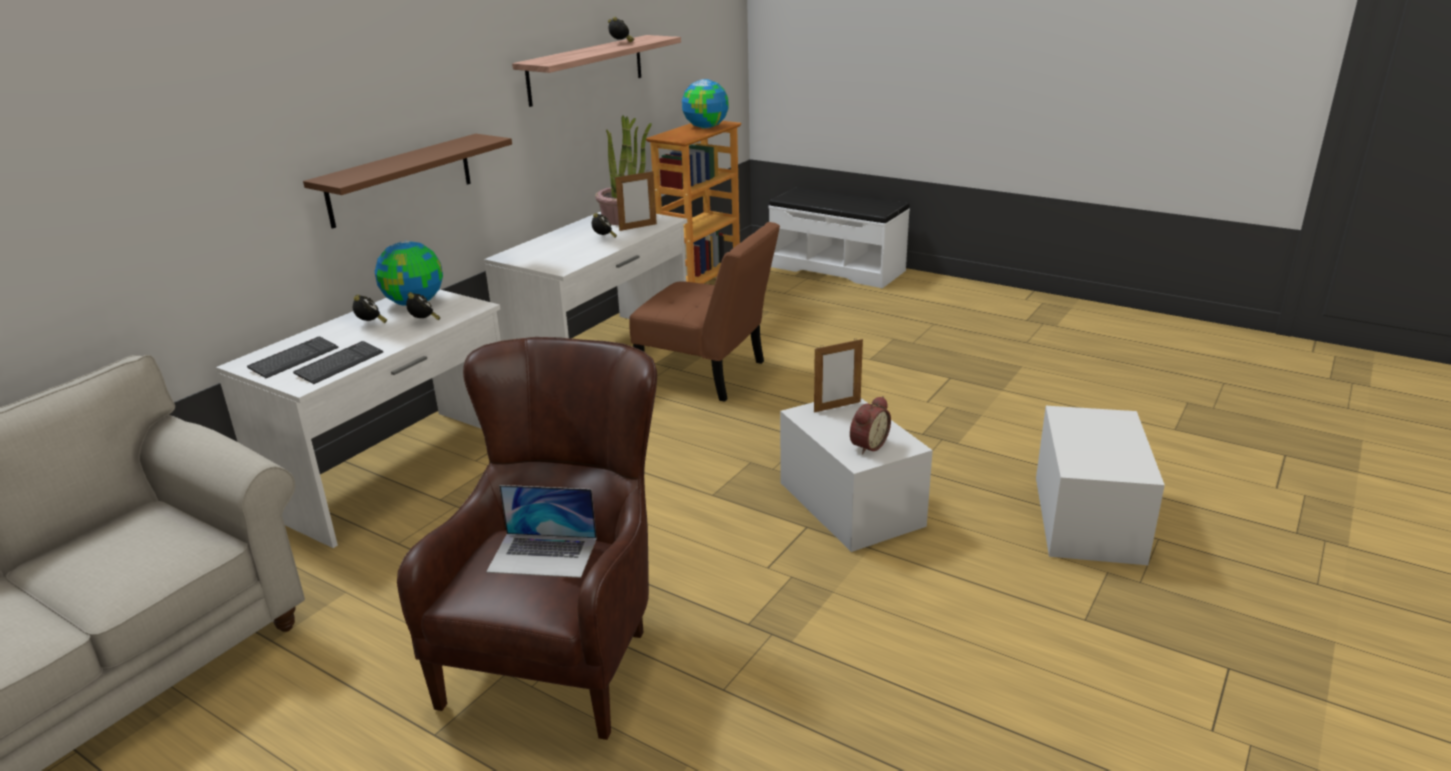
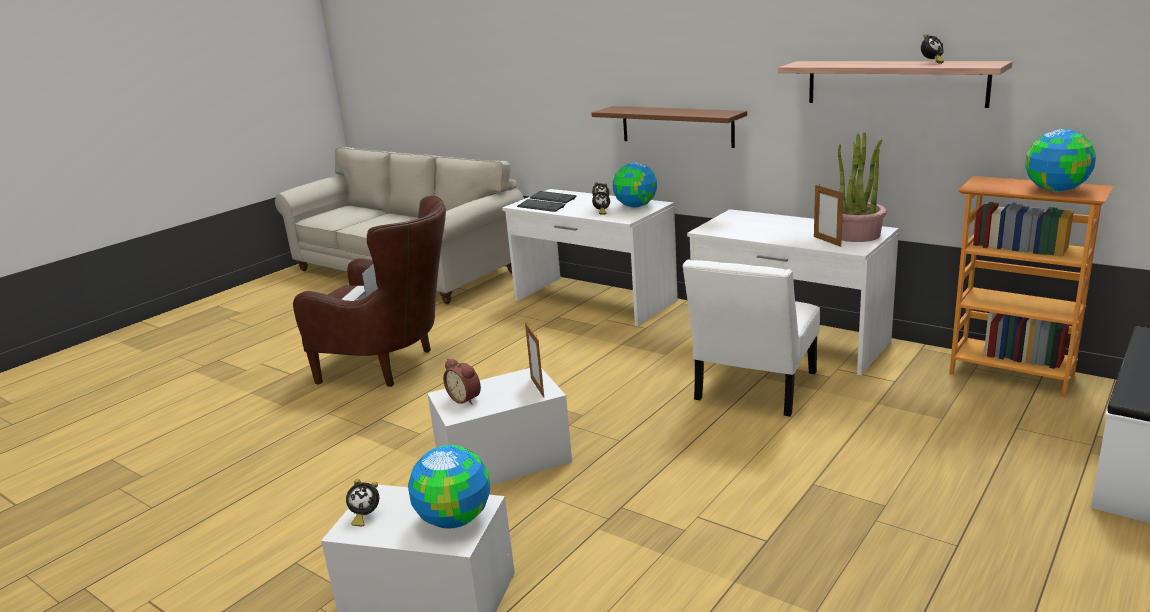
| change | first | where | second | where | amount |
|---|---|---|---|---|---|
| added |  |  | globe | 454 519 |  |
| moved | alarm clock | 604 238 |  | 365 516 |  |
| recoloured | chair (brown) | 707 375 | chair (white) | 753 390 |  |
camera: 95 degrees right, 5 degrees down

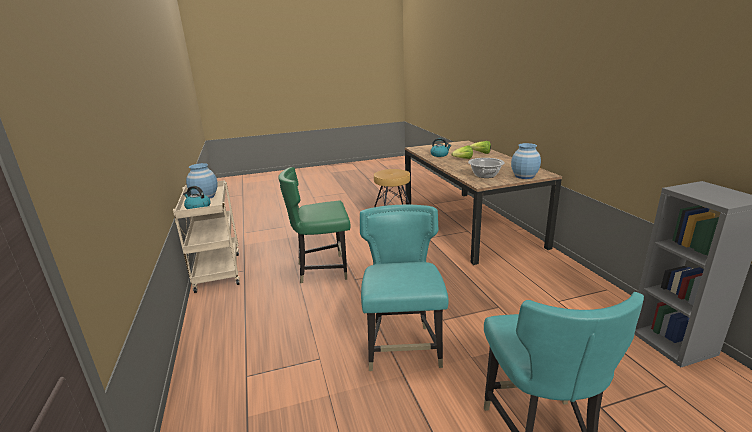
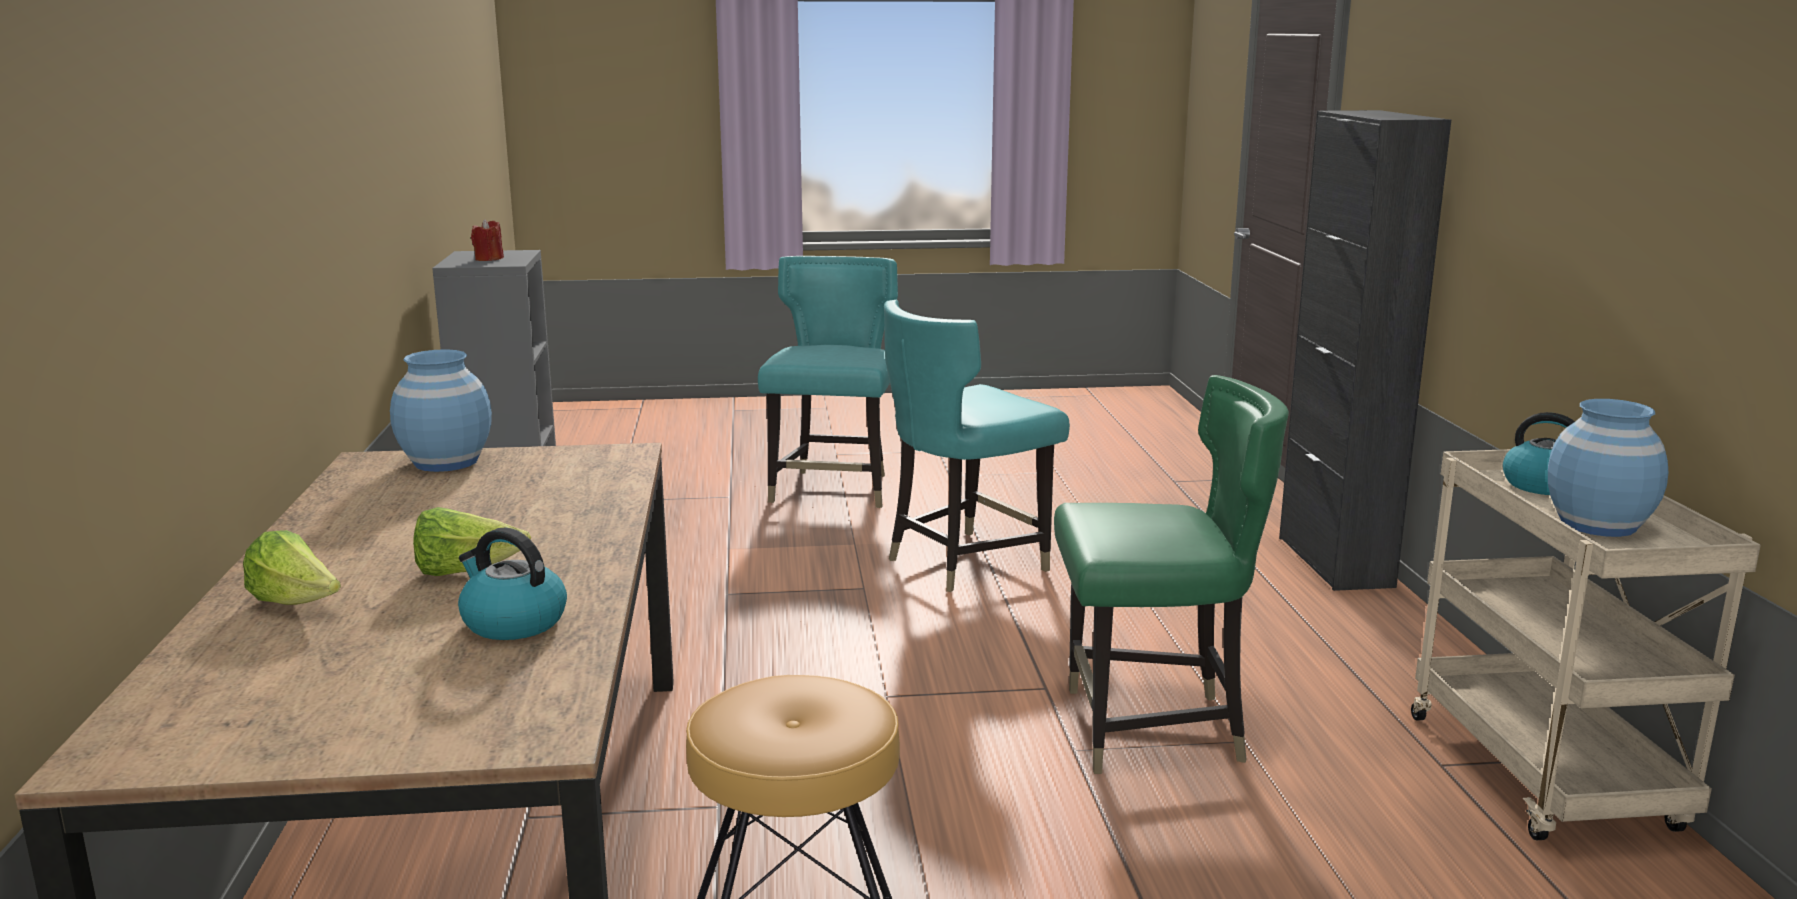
| change | first | where | second | where | amount |
|---|---|---|---|---|---|
| removed | cooking pot | 485 175 |  |  |  |
| added |  |  | candle (red) | 489 259 |  |
| added |  |  | cabinet (black) | 1335 562 |  |
| turned | chair (turquoise) | 403 348 |  | 965 562 | 45 degrees clockwise |
camera: 170 degrees left, 5 degrees down

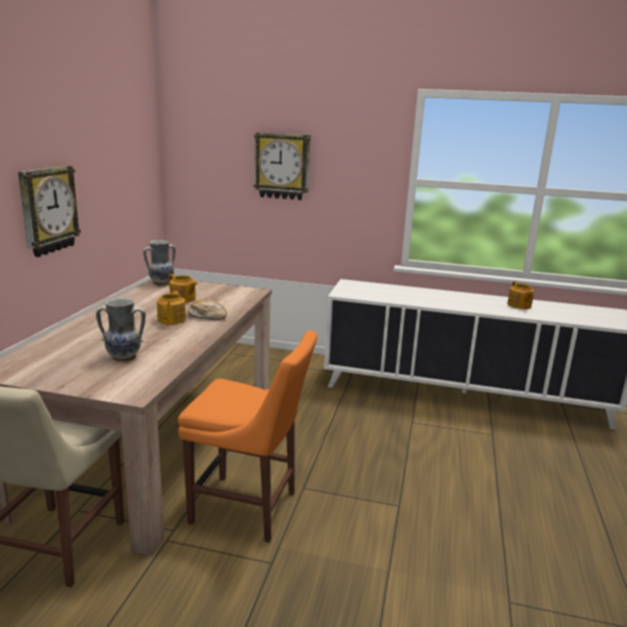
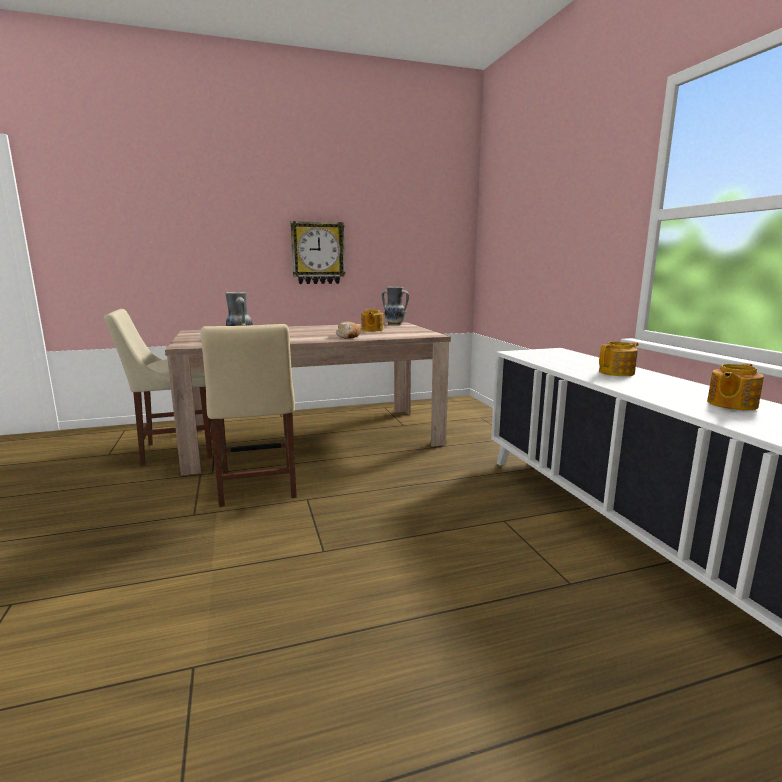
| change | first | where | second | where | amount |
|---|---|---|---|---|---|
| removed | wall clock | 282 166 |  |  |  |
| moved | teapot | 172 319 |  | 617 372 |  |
| recoloured | chair (orange) | 248 509 | chair (beige) | 257 487 |  |
camera: 60 degrees right, 5 degrees down

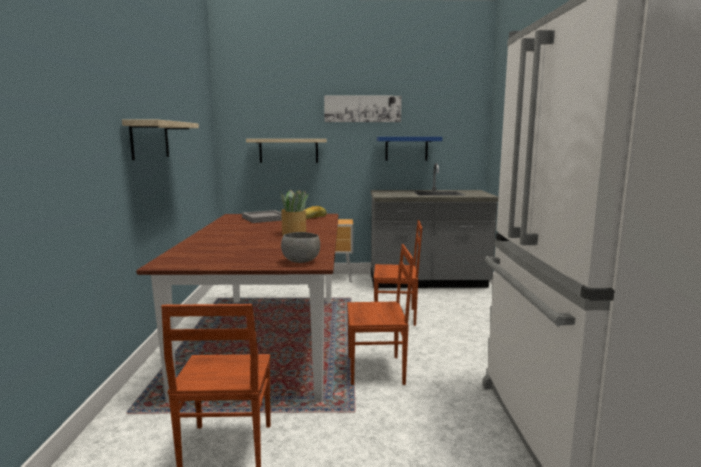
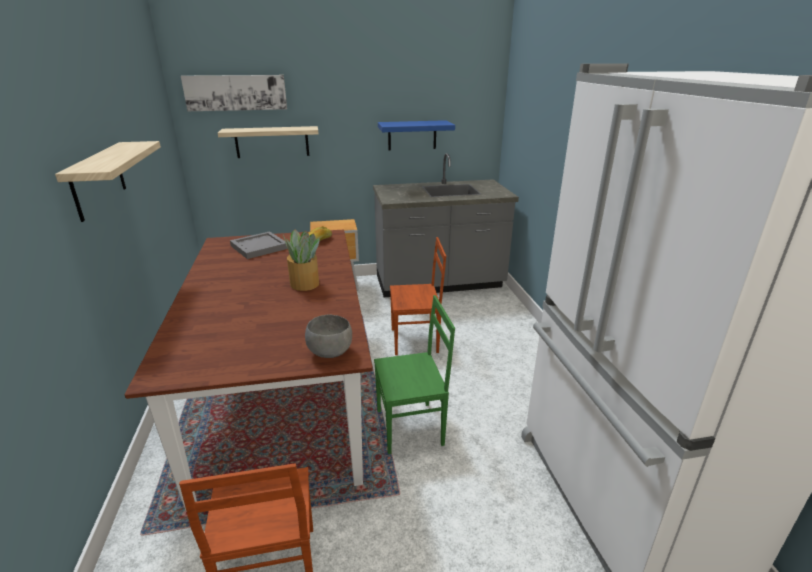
| change | first | where | second | where | amount |
|---|---|---|---|---|---|
| moved | picture | 362 109 |  | 236 92 |  |
| recoloured | chair (brown) | 377 371 | chair (green) | 411 428 |  |
camera: 10 degrees left, 15 degrees up

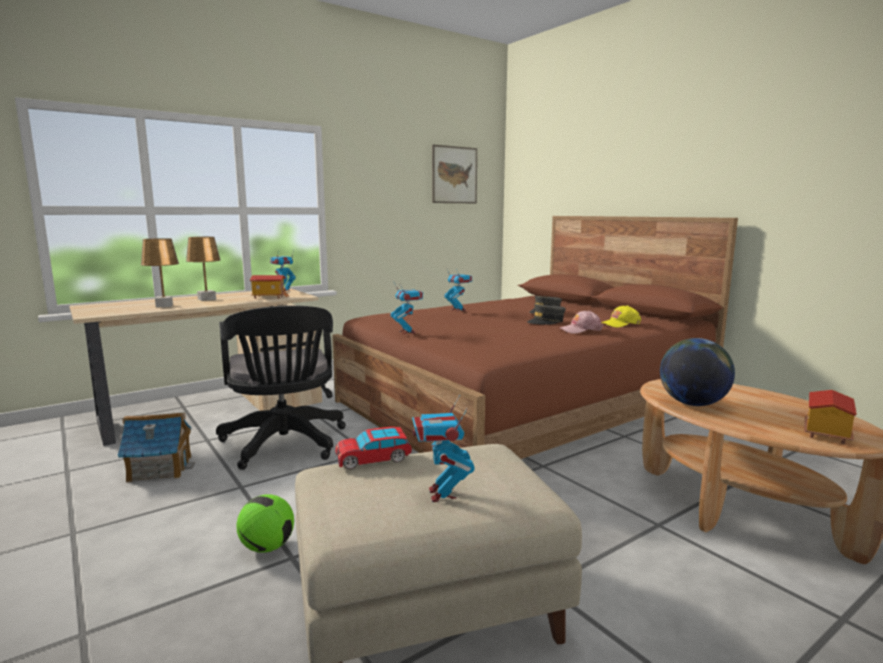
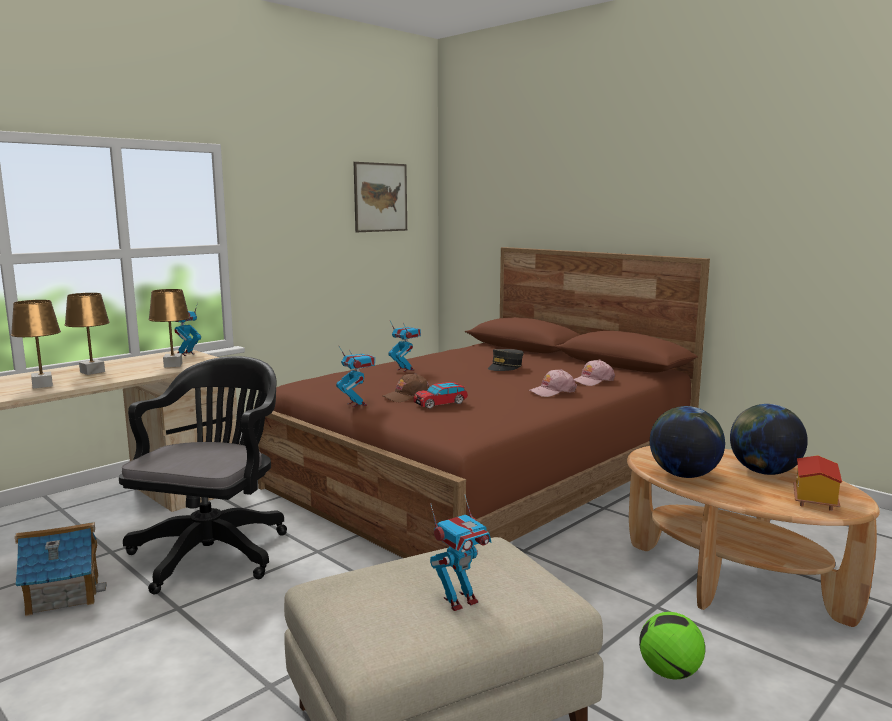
| change | first | where | second | where | amount |
|---|---|---|---|---|---|
| removed | cap (grey) | 546 321 |  |  |  |
| added |  |  | cap (brown) | 407 396 |  |
| added |  |  | globe | 764 472 |  |
| moved | football | 267 547 |  | 669 672 |  |
| moved | toy car | 373 459 |  | 440 404 |  |
| replaced | toy house | 269 297 | table lamp (brown) | 173 365 |  |
| recoloured | cap (yellow) | 620 324 | cap (pink) | 592 381 |  |
| turned | office chair (black) | 285 445 |  | 214 550 | 135 degrees counterclockwise |
| turned | toy robot | 442 494 |  | 459 601 | 105 degrees counterclockwise |
camera: 10 degrees left, 0 degrees up

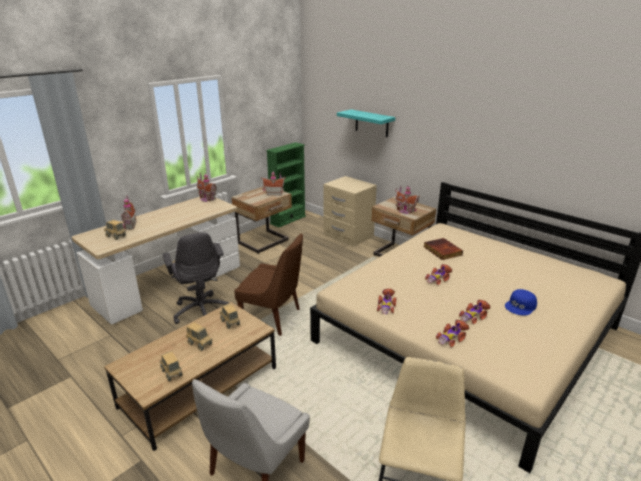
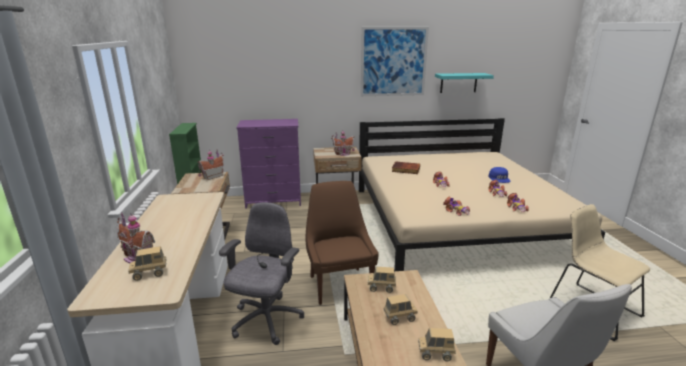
| change | first | where | second | where | amount |
|---|---|---|---|---|---|
| removed | toy house | 206 199 |  |  |  |
| added |  |  | picture | 393 62 |  |
| moved | shelf (turquoise) | 371 123 |  | 458 82 |  |
| replaced | nightstand (beige) | 348 236 | dresser (purple) | 273 201 |  |
| turned | office chair (grey) | 201 310 |  | 266 321 | 90 degrees counterclockwise |
| turned | chair (brown) | 273 318 |  | 339 284 | 75 degrees counterclockwise |
camera: 50 degrees left, 5 degrees down

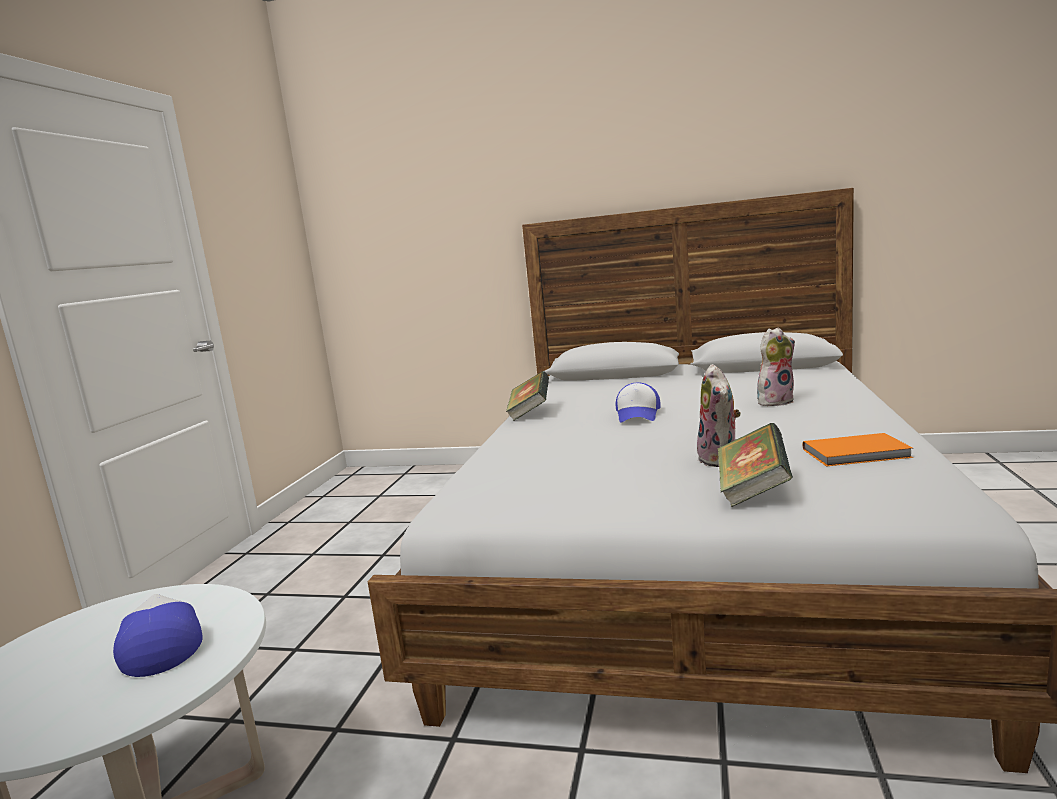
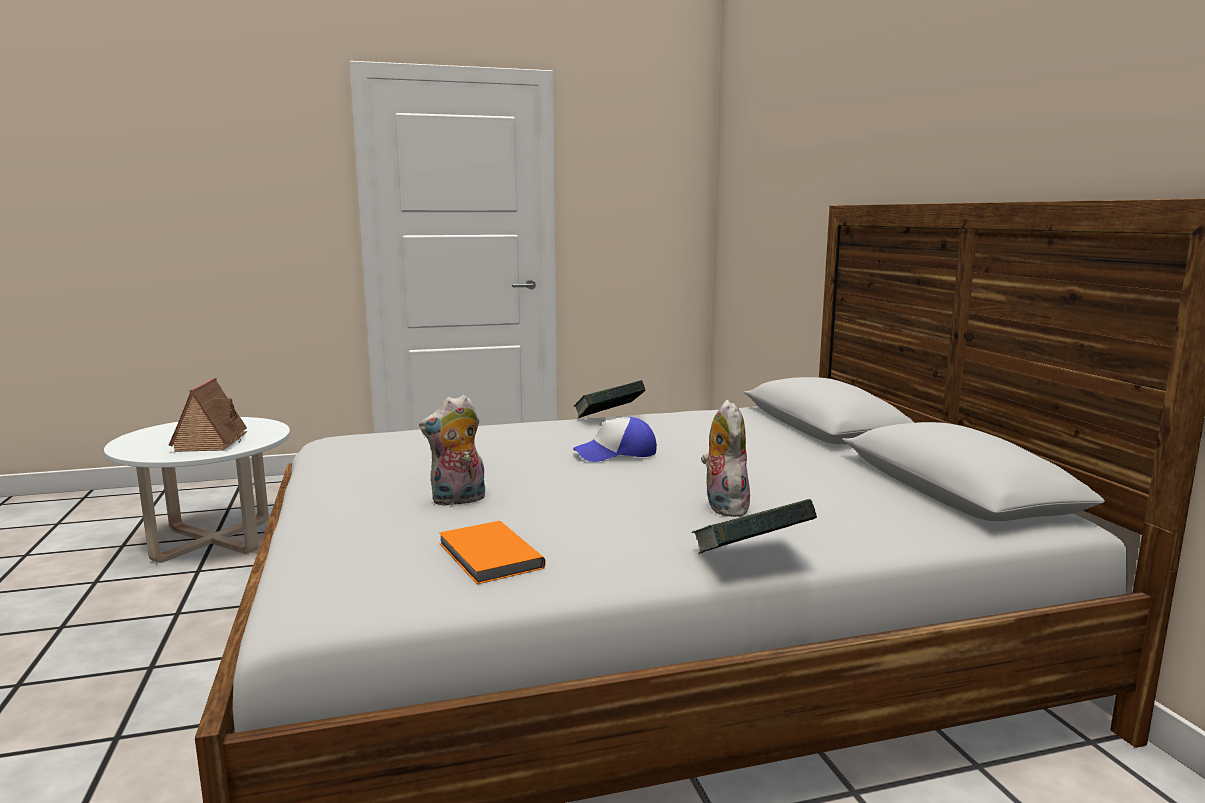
| change | first | where | second | where | amount |
|---|---|---|---|---|---|
| moved | book | 752 491 |  | 750 559 |  |
| replaced | cap | 163 644 | toy house | 211 442 |  |
| turned | plush toy | 775 401 |  | 723 507 | 135 degrees counterclockwise |
camera: 60 degrees right, 0 degrees up

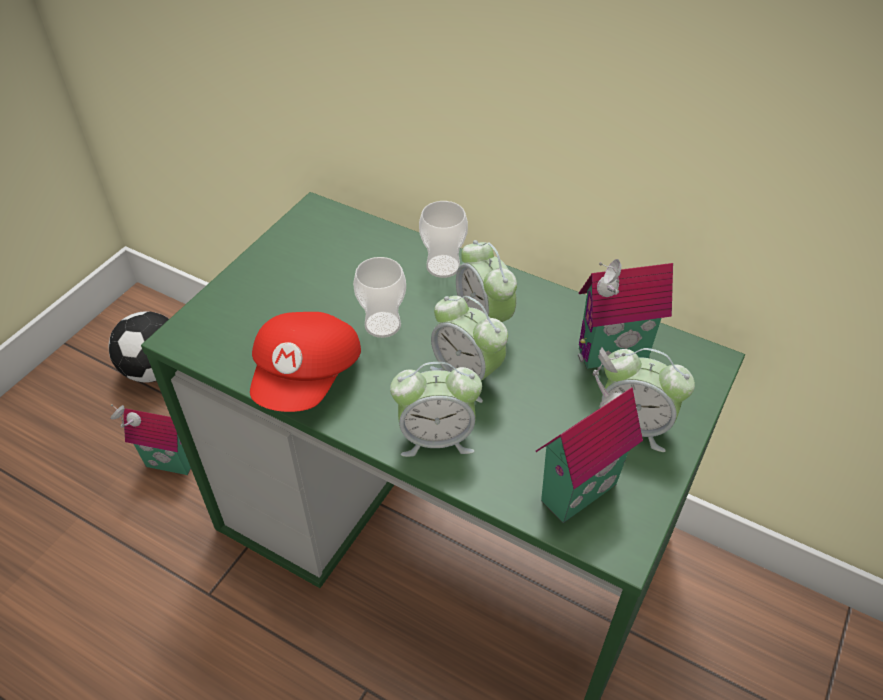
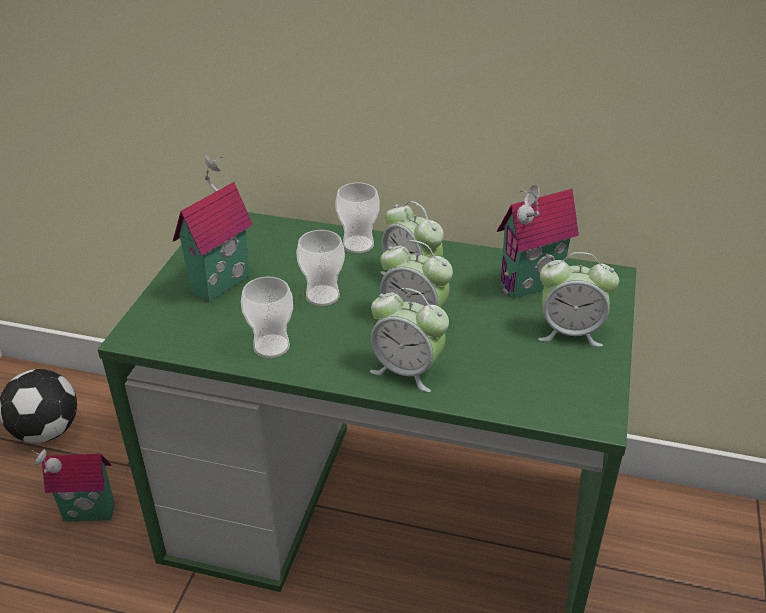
| change | first | where | second | where | amount |
|---|---|---|---|---|---|
| moved | toy house | 575 488 |  | 218 282 |  |
| replaced | cap (red) | 308 377 | cup | 271 346 |  |
| turned | alarm clock | 436 437 |  | 407 370 | 45 degrees clockwise |
camera: 15 degrees left, 10 degrees down

